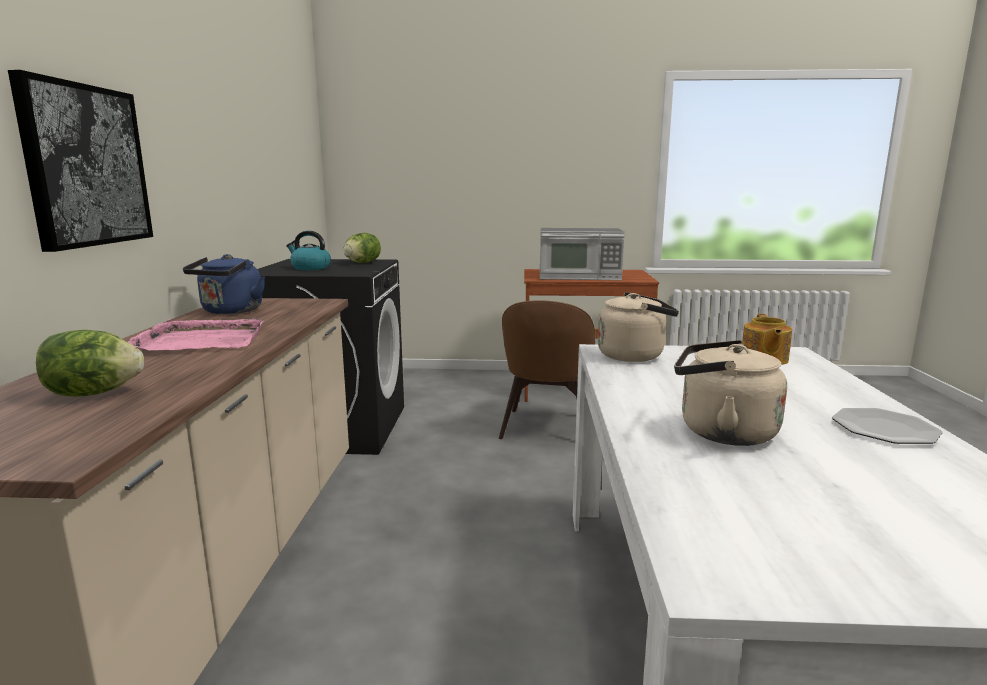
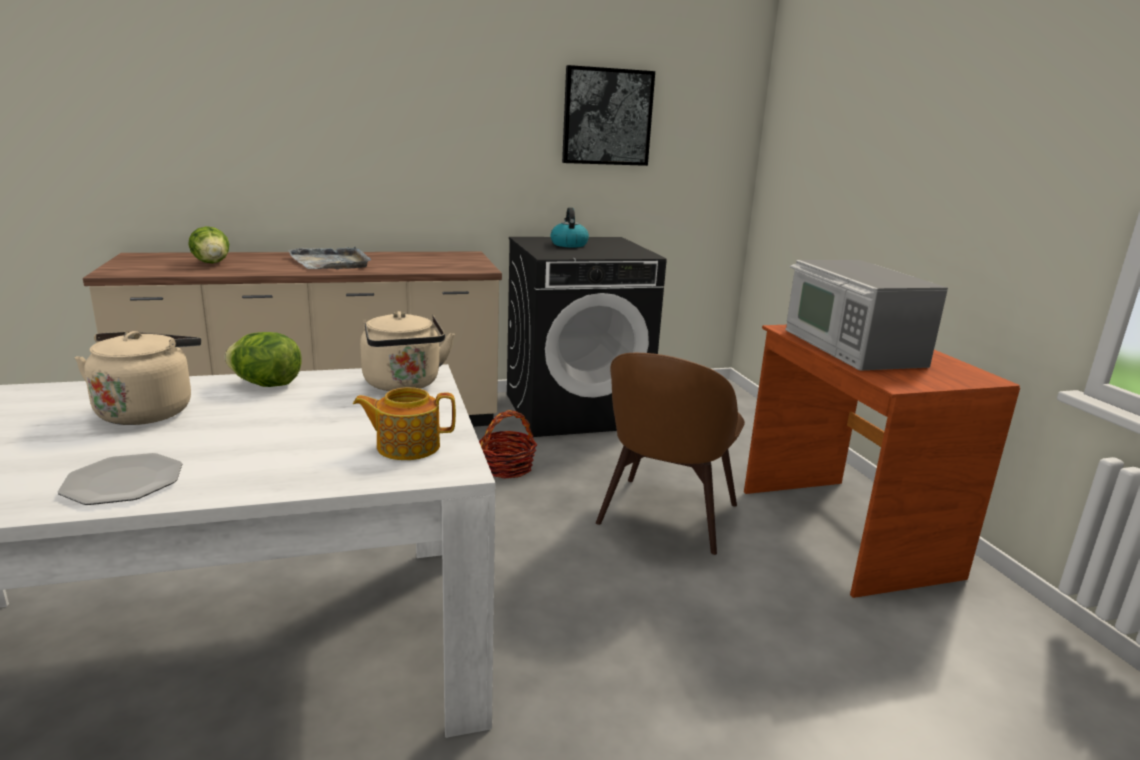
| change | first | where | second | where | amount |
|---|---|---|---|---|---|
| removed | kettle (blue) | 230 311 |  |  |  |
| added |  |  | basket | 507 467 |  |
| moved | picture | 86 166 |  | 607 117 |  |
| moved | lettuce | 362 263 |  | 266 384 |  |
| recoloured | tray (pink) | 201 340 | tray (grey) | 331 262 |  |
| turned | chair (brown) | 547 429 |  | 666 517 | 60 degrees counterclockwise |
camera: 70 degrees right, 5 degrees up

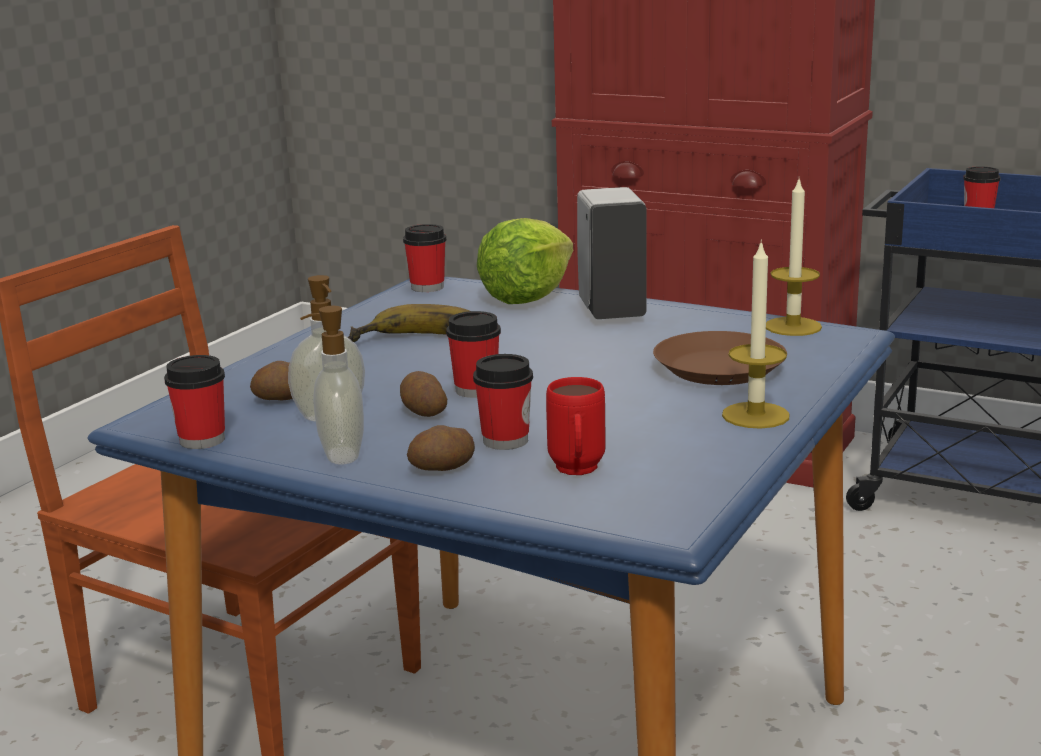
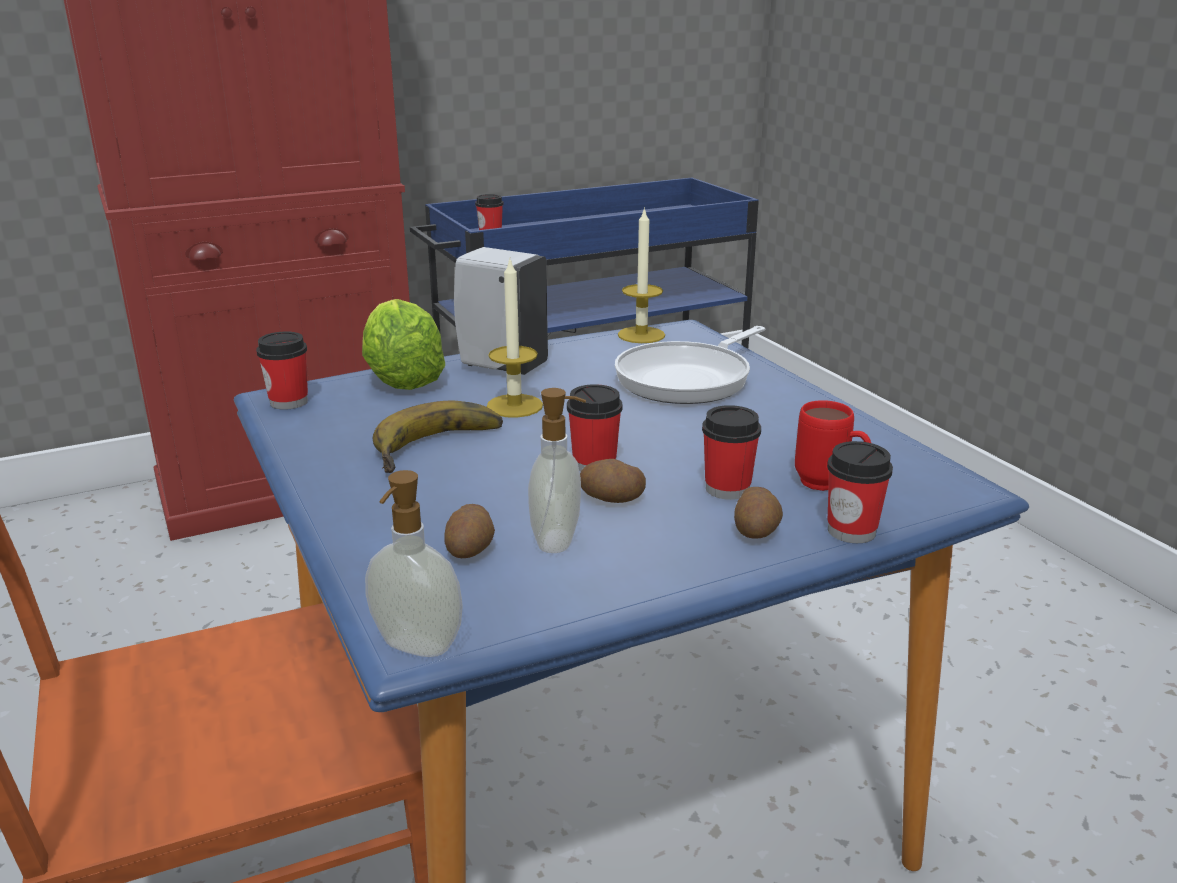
| change | first | where | second | where | amount |
|---|---|---|---|---|---|
| moved | cup | 202 440 |  | 851 531 |  |
| moved | soap dispenser | 339 456 |  | 415 646 |  |
| moved | candle | 755 415 |  | 514 406 |  |
| replaced | plate (brown) | 720 369 | frying pan | 688 379 |  |
camera: 55 degrees left, 5 degrees up

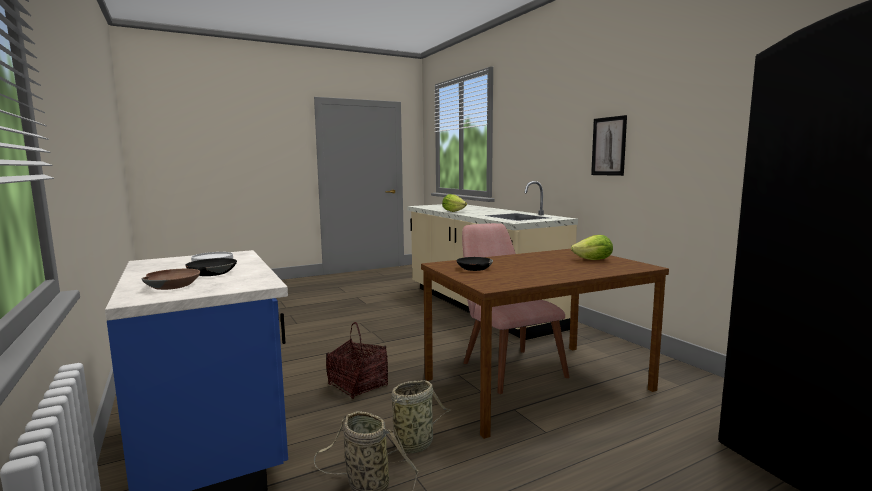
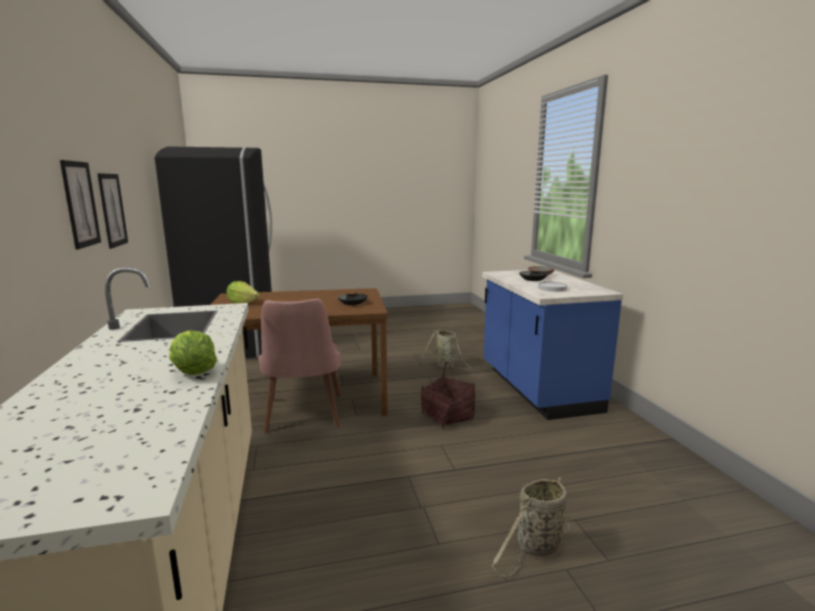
| change | first | where | second | where | amount |
|---|---|---|---|---|---|
| added |  |  | picture | 112 210 |  |
| moved | basket | 415 444 |  | 536 548 |  |
camera: 165 degrees left, 5 degrees up

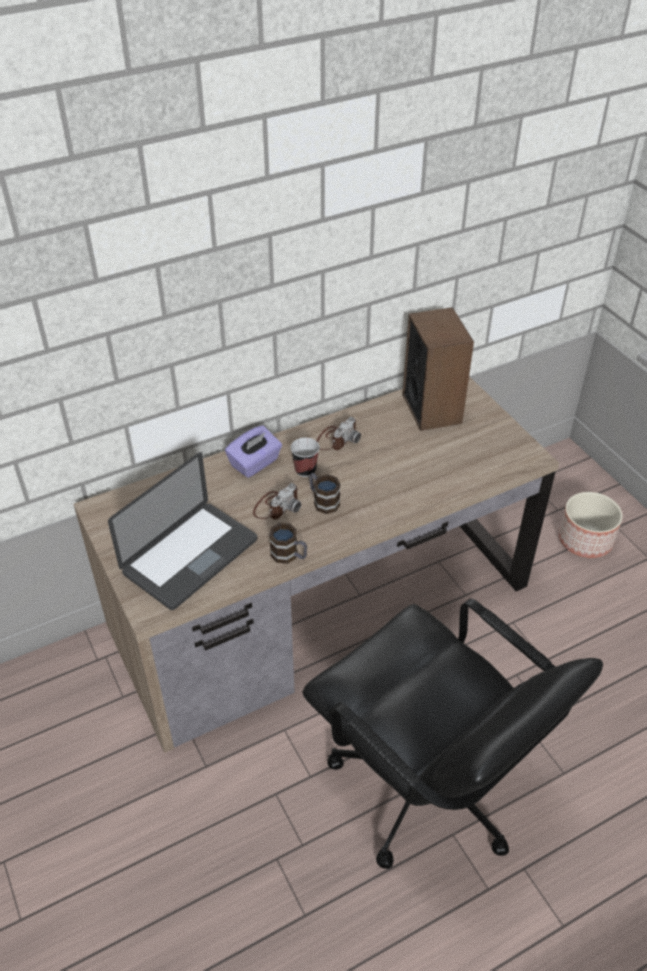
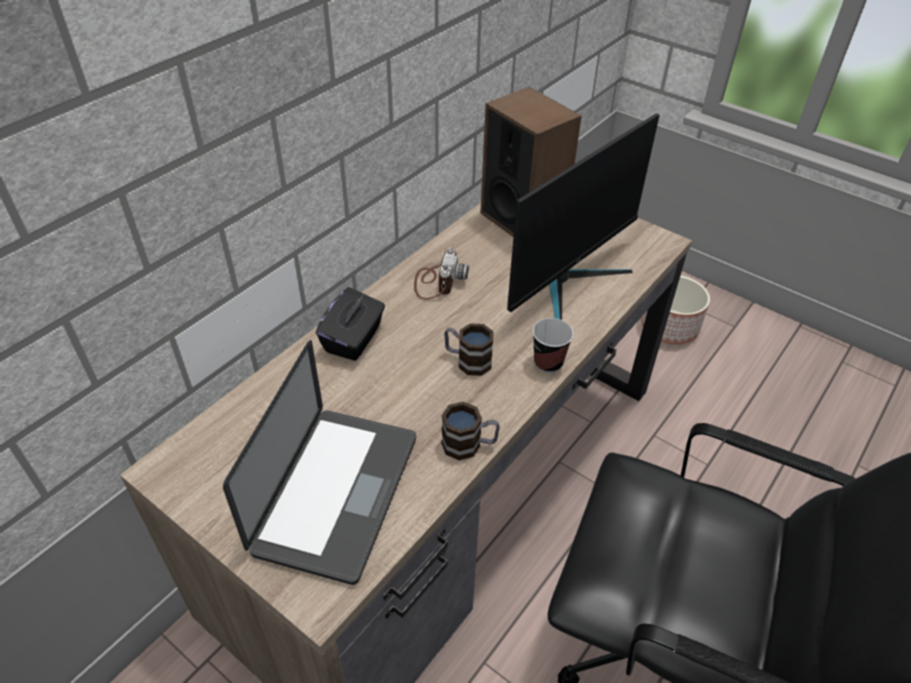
| change | first | where | second | where | amount |
|---|---|---|---|---|---|
| removed | photo camera | 276 506 |  |  |  |
| added |  |  | monitor | 568 281 |  |
| moved | cup | 305 470 |  | 548 363 |  |
| recoloured | tissue box (purple) | 255 463 | tissue box (black) | 354 340 |  |
camera: 25 degrees left, 0 degrees up

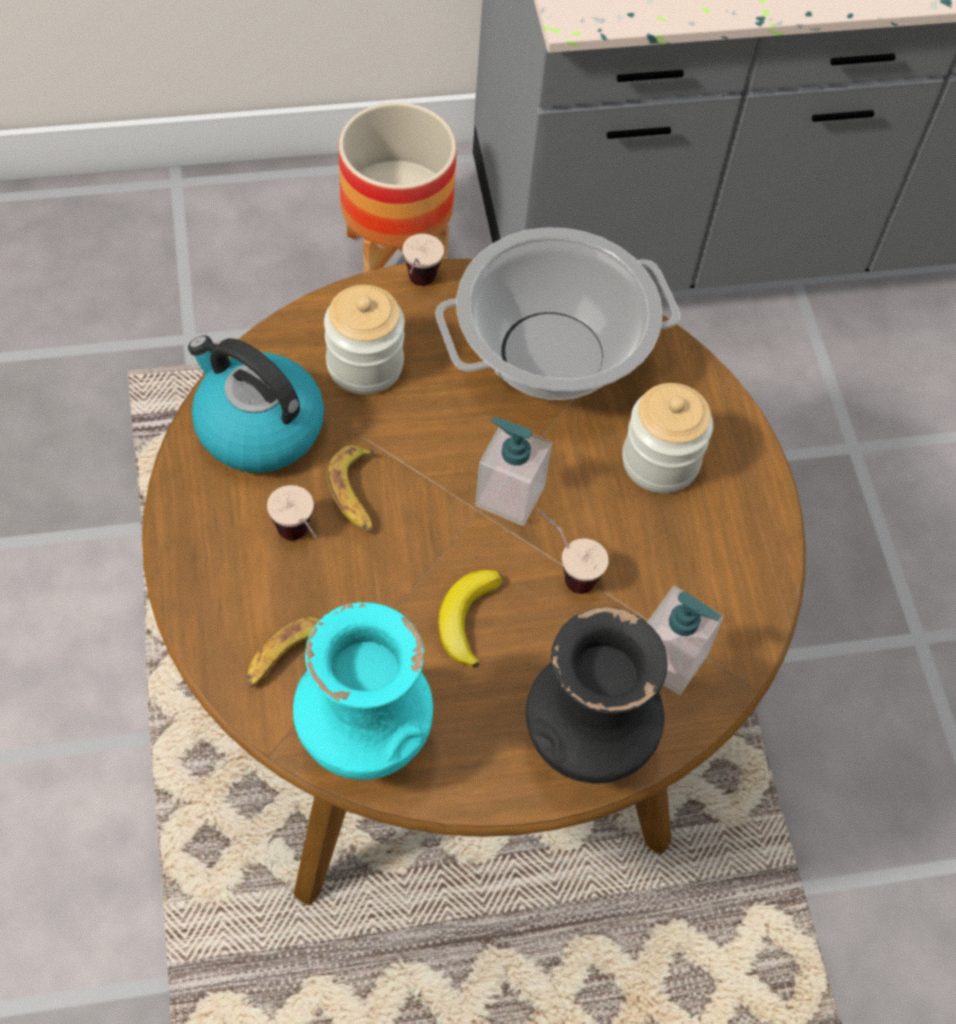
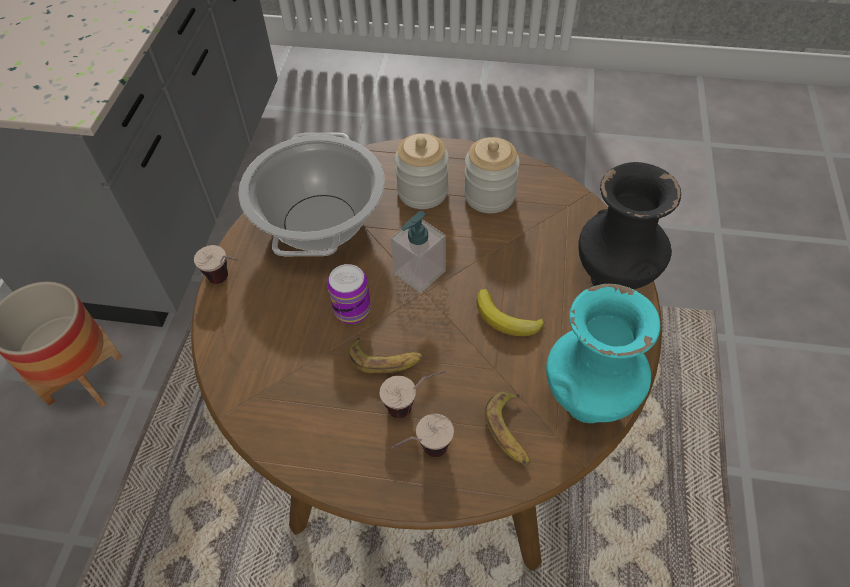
| change | first | where | second | where | amount |
|---|---|---|---|---|---|
| removed | kettle | 257 427 |  |  |  |
| removed | soap dispenser | 670 660 |  |  |  |
| added |  |  | can | 352 310 |  |
| moved | jar | 365 365 |  | 489 195 |  |
| moved | cup | 564 570 |  | 423 454 |  |
camera: 65 degrees left, 5 degrees down

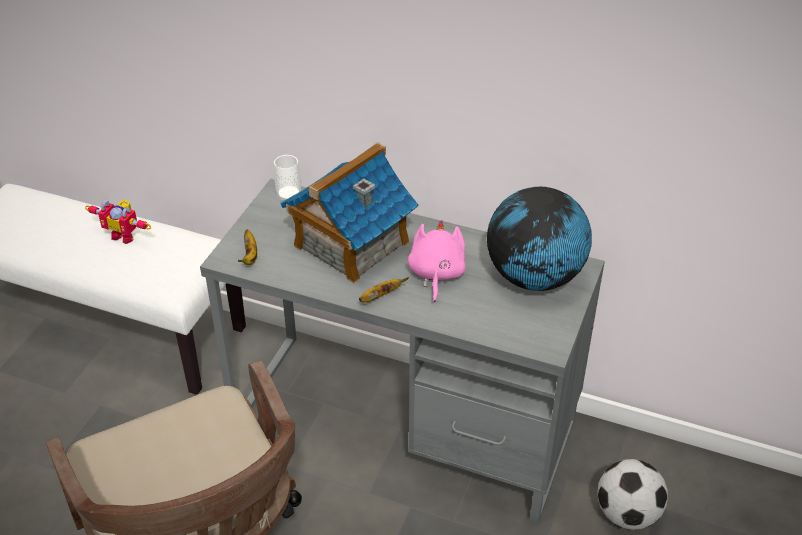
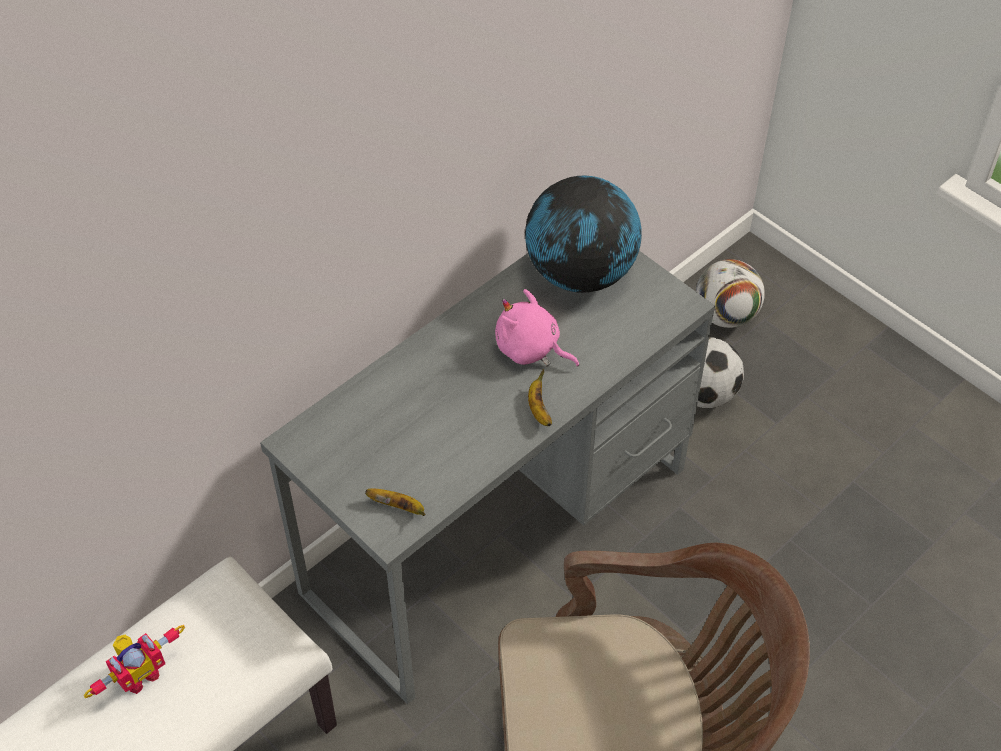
| change | first | where | second | where | amount |
|---|---|---|---|---|---|
| removed | cup | 289 196 |  |  |  |
| removed | toy house | 350 244 |  |  |  |
| added |  |  | football | 725 315 |  |
camera: 65 degrees left, 10 degrees up

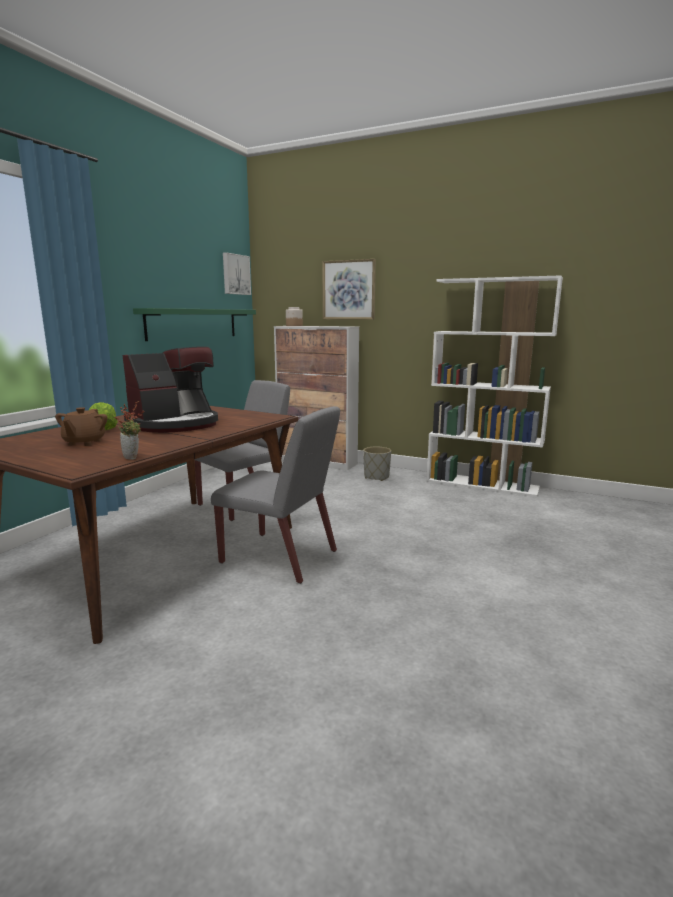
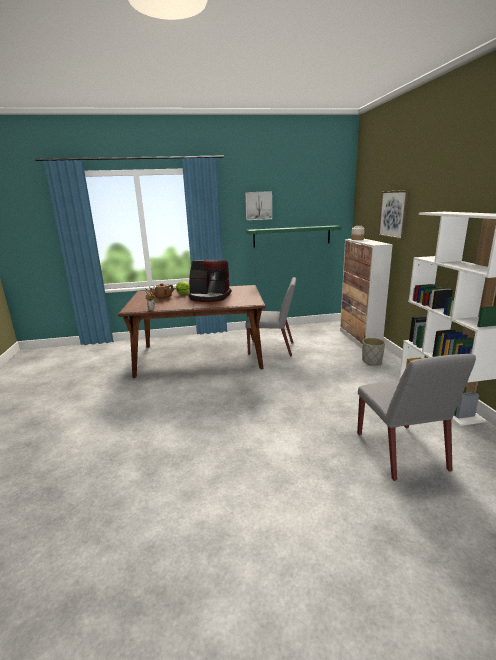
| change | first | where | second | where | amount |
|---|---|---|---|---|---|
| moved | chair (grey) | 280 557 |  | 401 452 |  |
| moved | picture | 235 274 |  | 258 205 |  |
camera: 55 degrees right, 5 degrees up

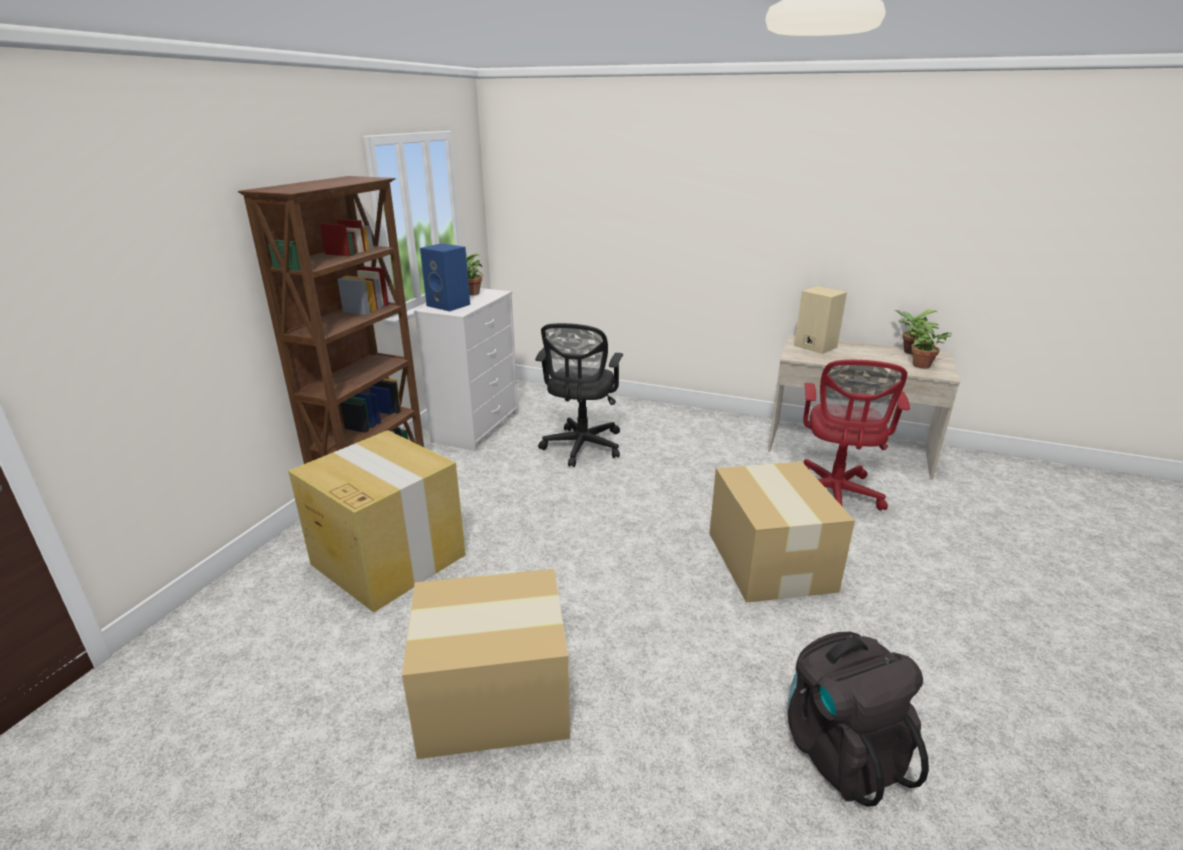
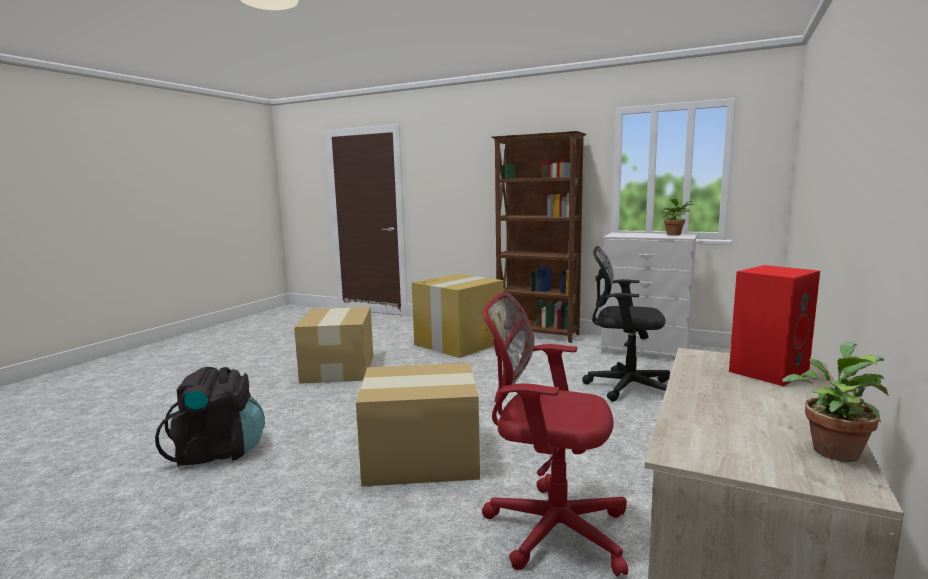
| change | first | where | second | where | amount |
|---|---|---|---|---|---|
| removed | speaker (blue) | 449 305 |  |  |  |
| removed | potted plant | 923 366 |  |  |  |
| recoloured | speaker (beige) | 814 346 | speaker (red) | 767 371 |  |
camera: 95 degrees right, 15 degrees down

